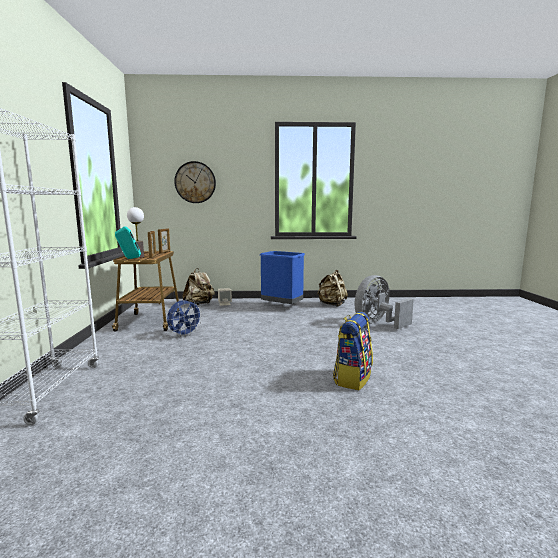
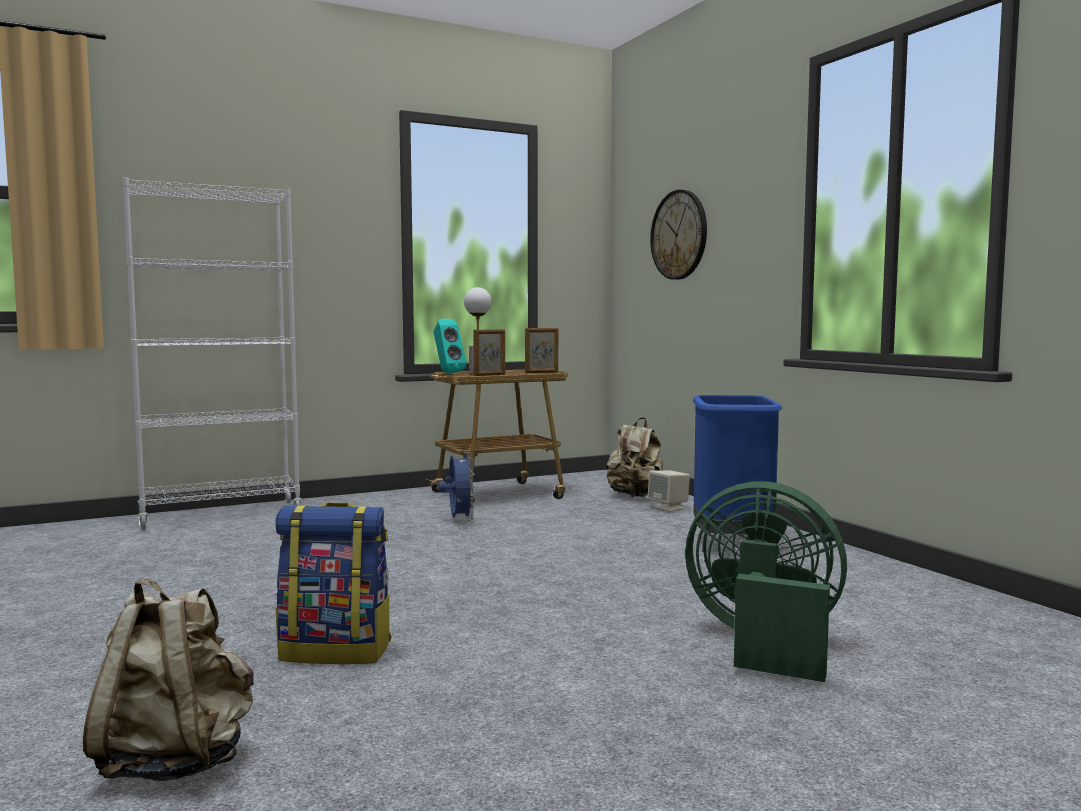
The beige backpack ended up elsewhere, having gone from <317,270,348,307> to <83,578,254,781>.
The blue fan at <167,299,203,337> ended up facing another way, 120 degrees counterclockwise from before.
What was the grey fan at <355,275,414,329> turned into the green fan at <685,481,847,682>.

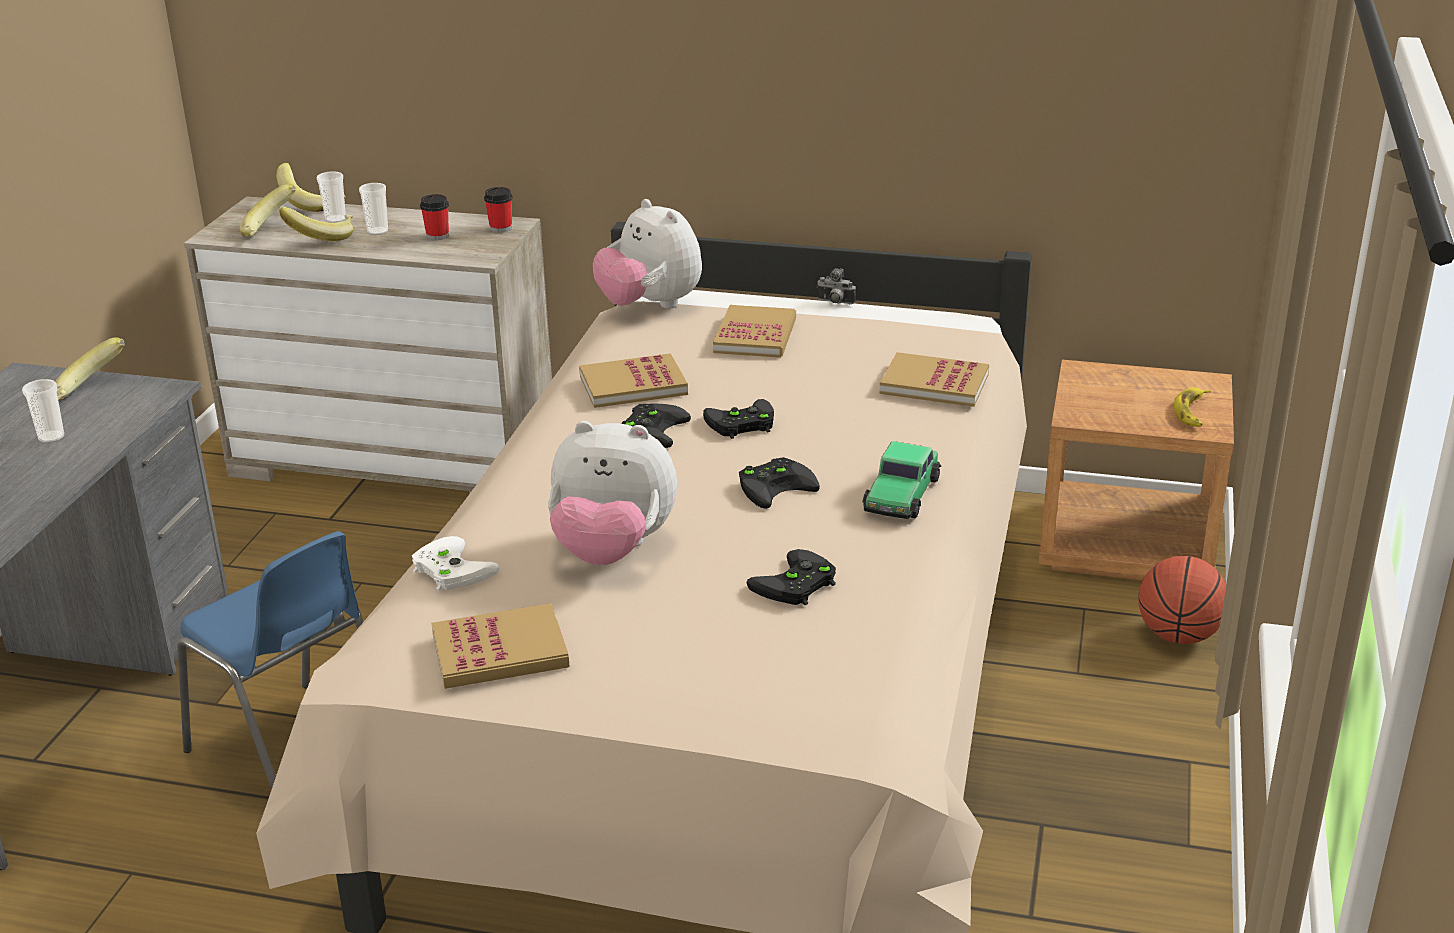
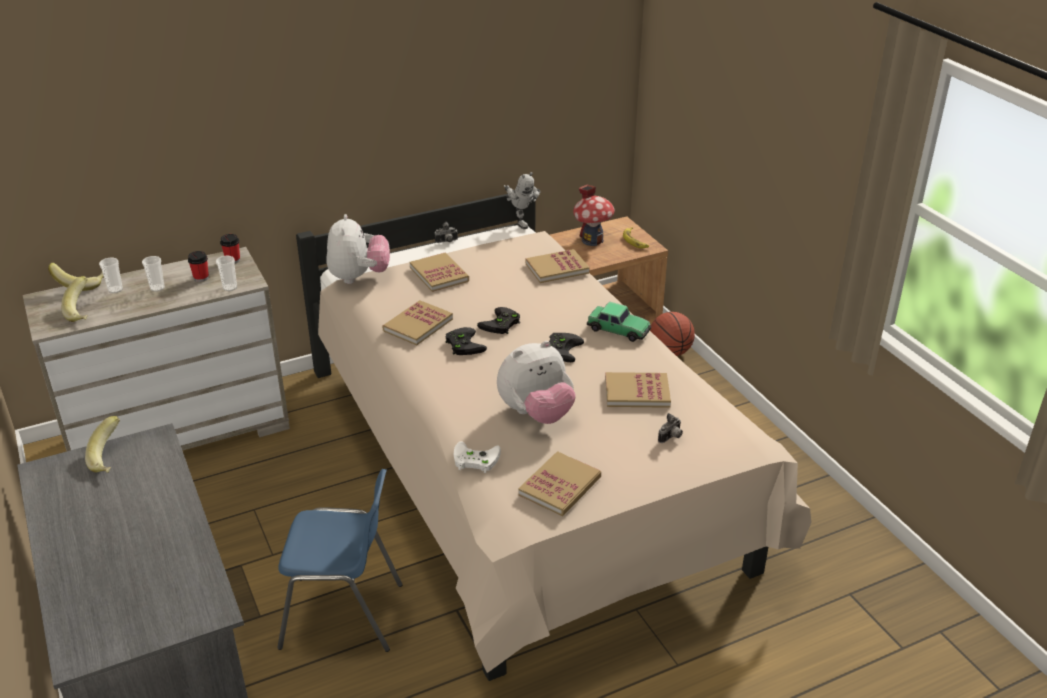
The cup ended up elsewhere, having gone from <22,379,64,443> to <216,256,237,291>.
The plush toy at <593,199,702,309> ended up facing another way, 105 degrees counterclockwise from before.
The second view gained the toy robot at <504,172,540,229>.
The second view gained the toy house at <573,184,615,246>.
The toy car at <862,441,941,519> ended up facing another way, 45 degrees counterclockwise from before.
Where the black game controller stood at <746,549,836,605>, the book came to stand at <605,372,671,408>.
The second view gained the photo camera at <658,413,683,443>.
The second view lost the banana at <279,207,353,241>.

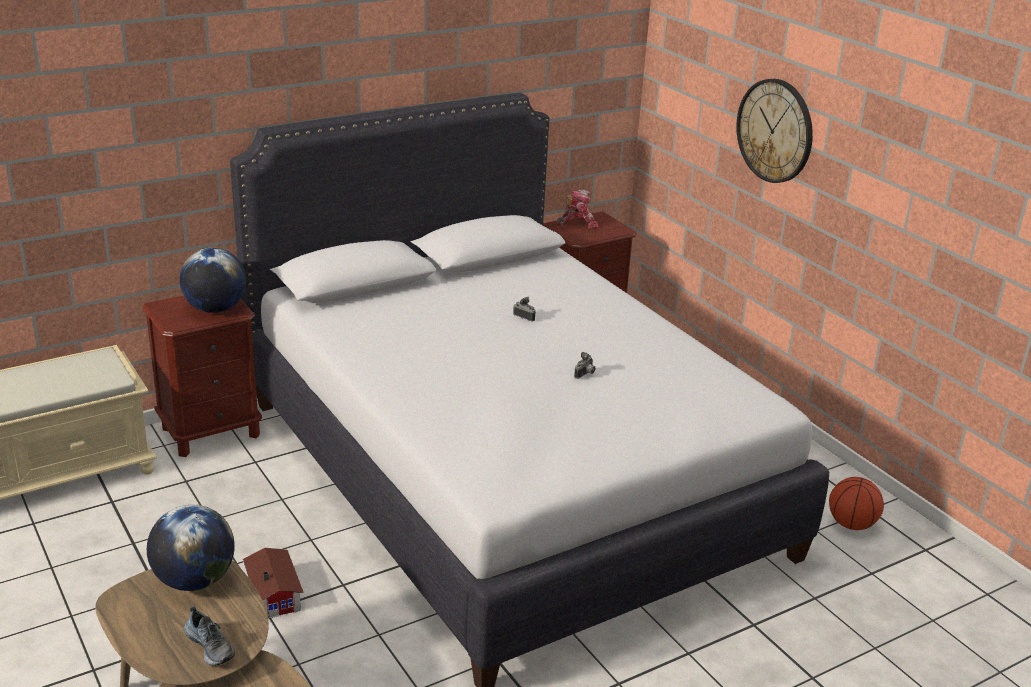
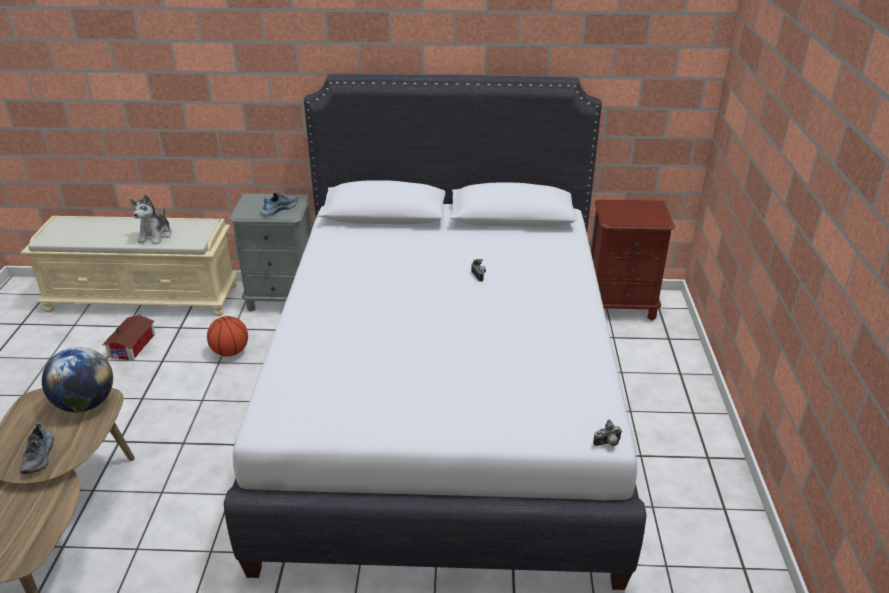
The toy house ended up elsewhere, having gone from <243,548,303,618> to <102,315,155,361>.
The second view gained the plush toy at <130,195,172,245>.
The basketball ended up elsewhere, having gone from <829,477,884,530> to <207,316,248,357>.
What was the brown nightstand at <142,296,262,457> turned into the grey nightstand at <229,194,312,312>.
Where the globe stood at <179,248,246,313>, the shoe came to stand at <260,193,298,216>.
The photo camera ended up elsewhere, having gone from <574,352,595,379> to <593,420,622,446>.
The second view lost the toy robot at <557,189,599,228>.
The second view lost the wall clock at <736,79,813,183>.

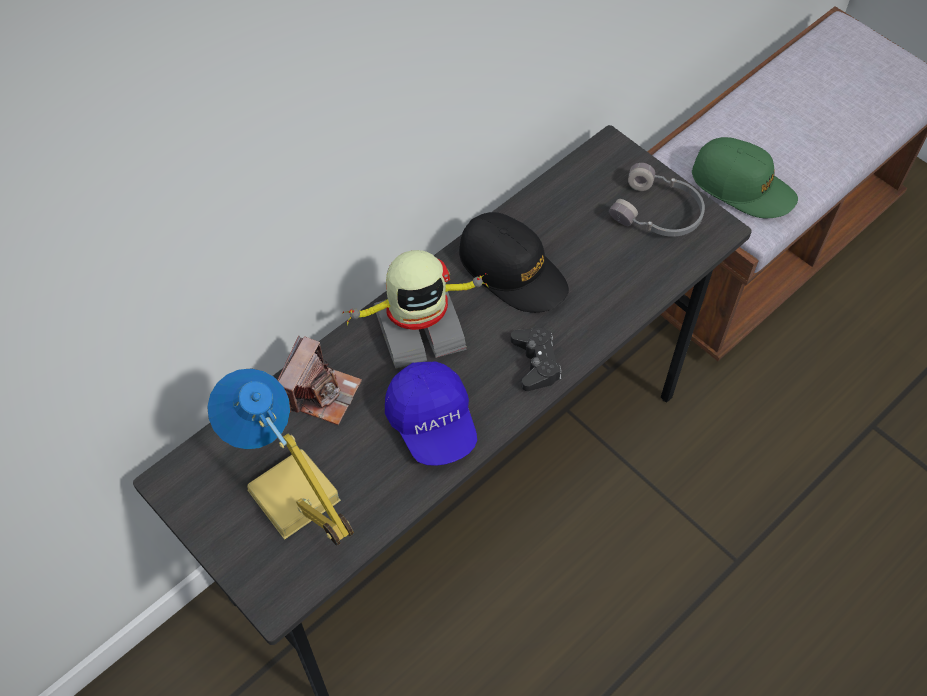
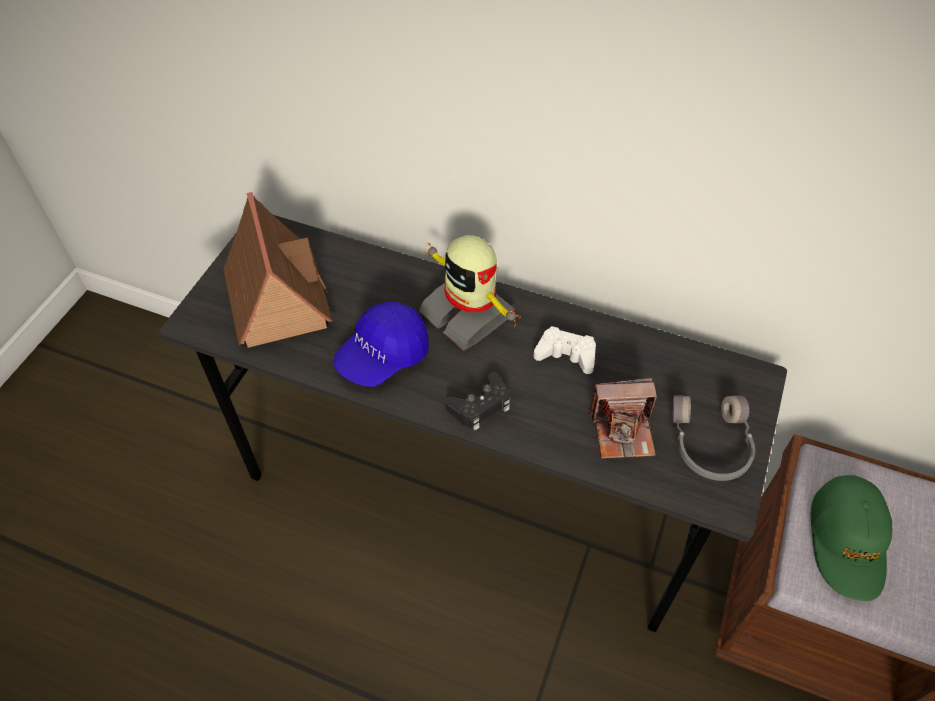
Where the table lamp stood at <207,368,354,546>, the toy house came to stand at <223,192,333,348>.
Where the black cap stood at <459,212,569,313>, the white game controller came to stand at <533,326,596,374>.
The photo camera ended up elsewhere, having gone from <278,336,362,425> to <588,378,657,458>.

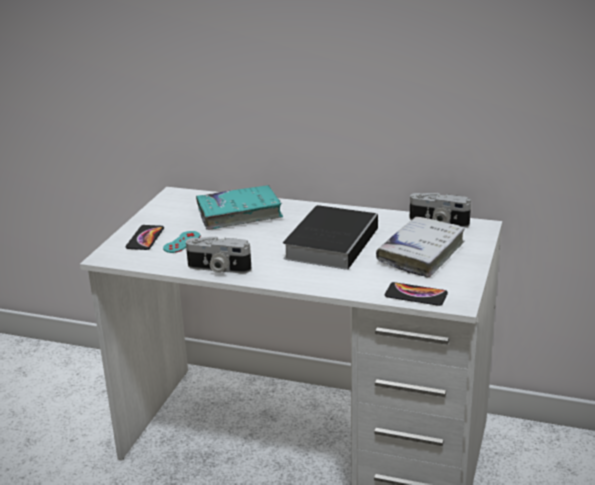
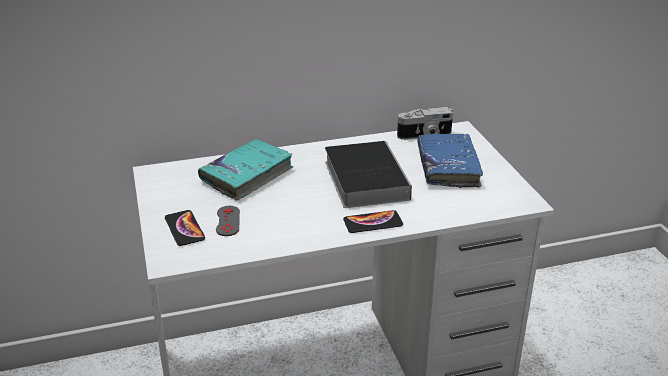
What was the turquoise game controller at <163,231,201,253> turned into the grey game controller at <216,206,240,236>.
The phone ended up elsewhere, having gone from <385,282,448,306> to <343,210,403,233>.
What was the white book at <376,217,465,278> turned into the blue book at <418,134,483,188>.
The second view lost the photo camera at <186,236,252,273>.

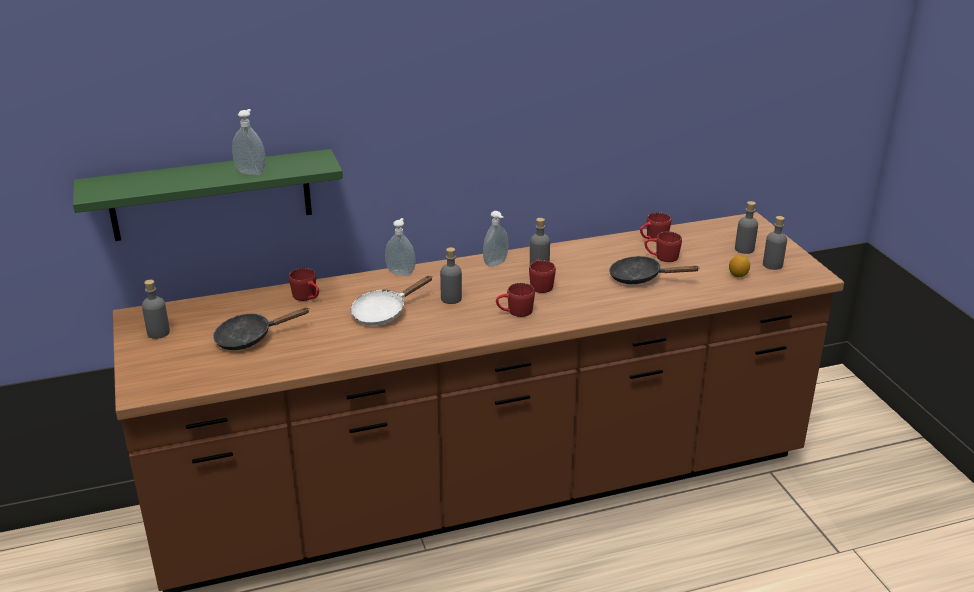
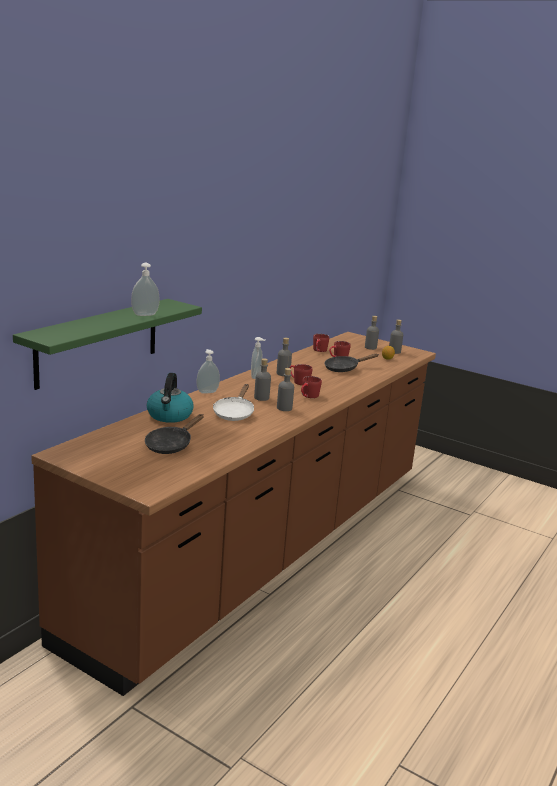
Where the red mug stood at <289,268,319,301>, the kettle came to stand at <147,373,193,423>.
The grey bottle ended up elsewhere, having gone from <142,280,170,339> to <277,368,294,411>.

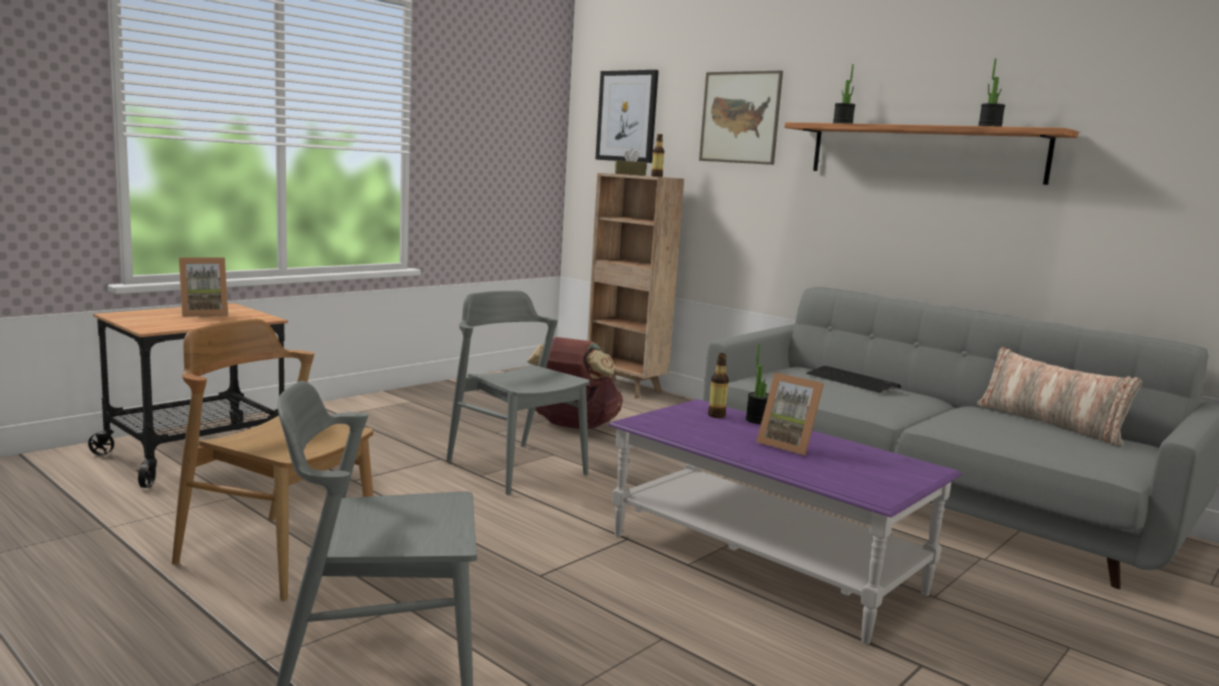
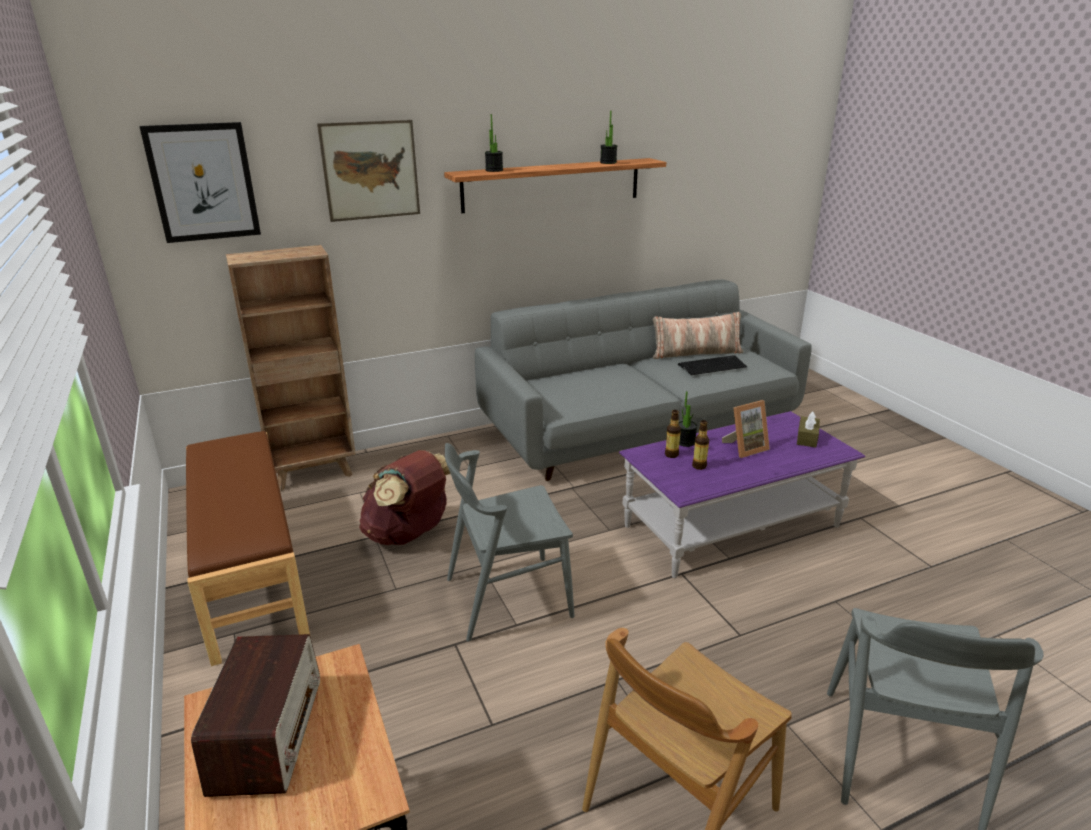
The second view gained the brown bench at <186,431,310,666>.
Where the picture frame stood at <179,257,228,317>, the radio came to stand at <191,634,320,797>.
The keyboard ended up elsewhere, having gone from <806,366,901,393> to <678,355,747,375>.
The bottle ended up elsewhere, having gone from <651,134,664,177> to <692,420,709,470>.
The brown tissue box ended up elsewhere, having gone from <615,148,647,176> to <797,411,820,447>.

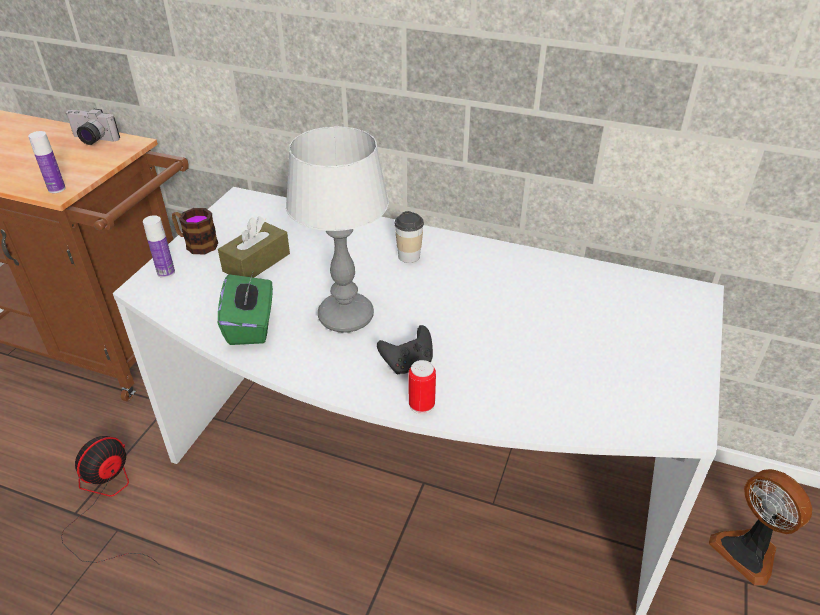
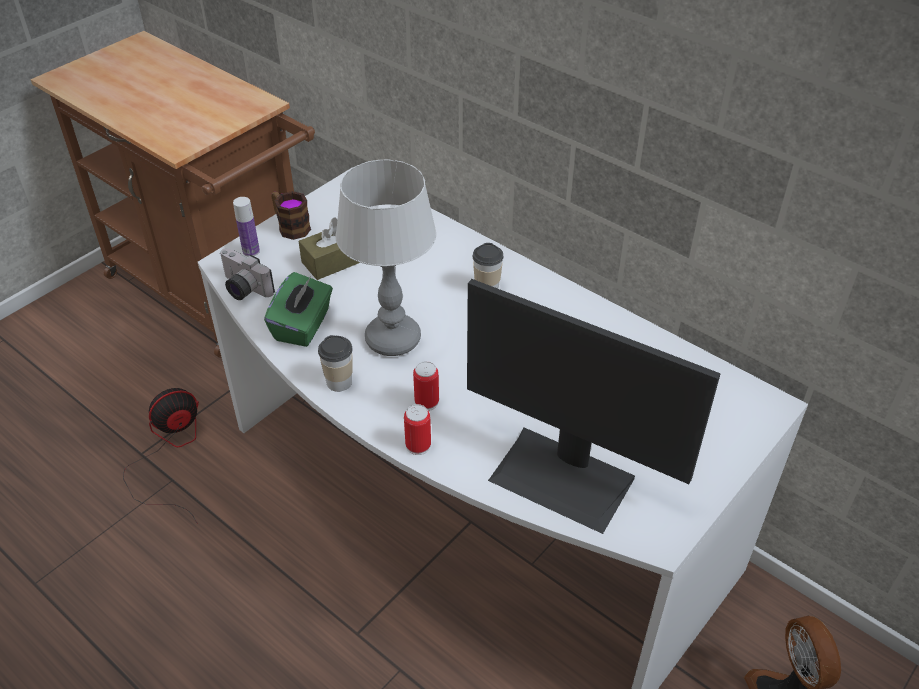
The photo camera ended up elsewhere, having gone from <66,109,120,145> to <220,248,275,300>.
The second view gained the cup at <318,335,353,392>.
Where the black game controller stood at <377,325,433,375>, the can came to stand at <413,361,439,411>.
The second view gained the monitor at <467,279,721,534>.
The second view lost the bottle at <28,131,66,193>.

